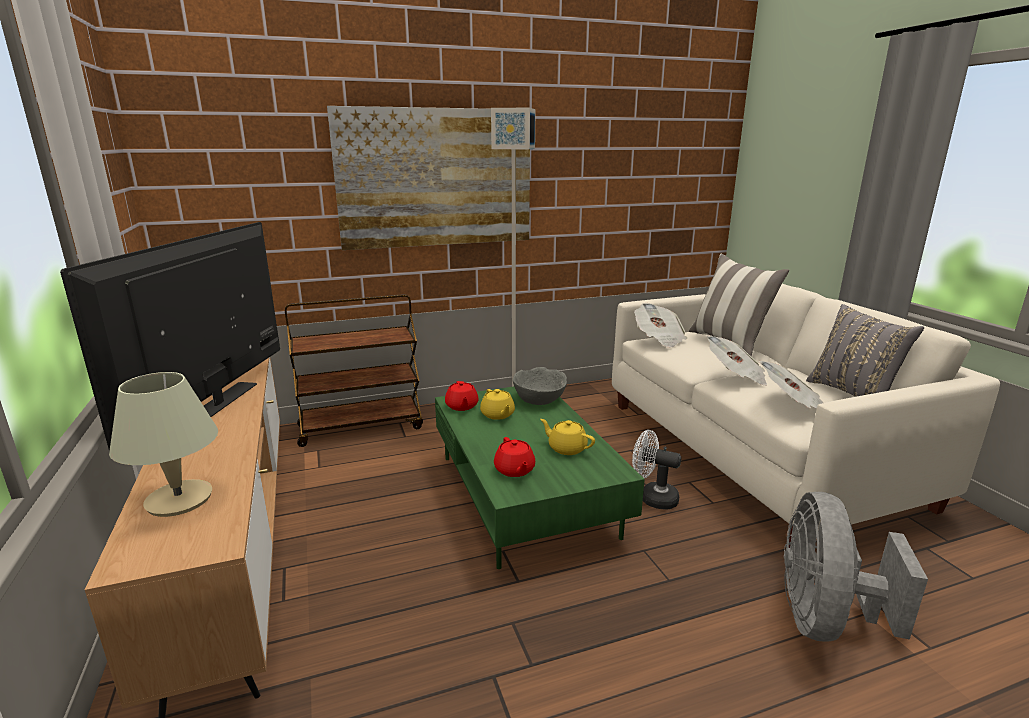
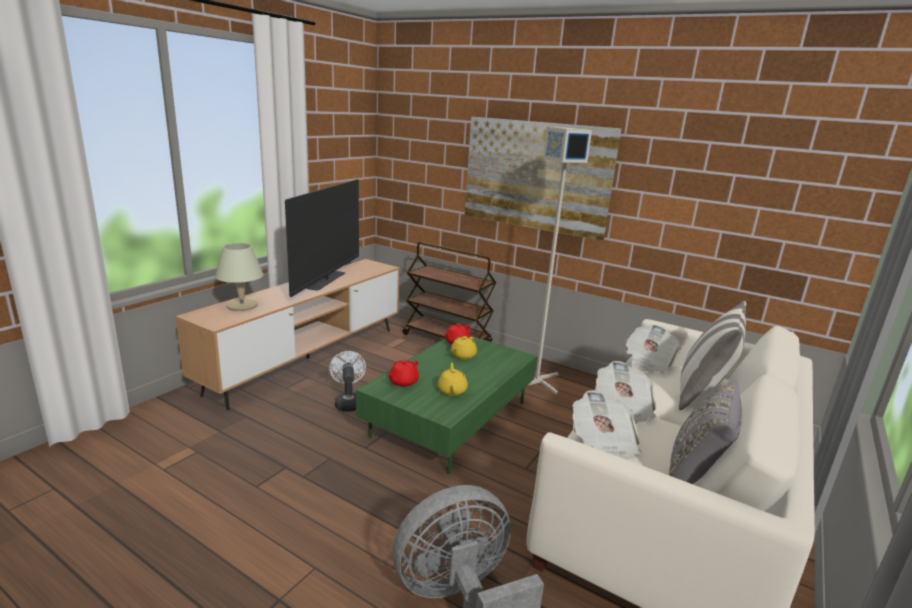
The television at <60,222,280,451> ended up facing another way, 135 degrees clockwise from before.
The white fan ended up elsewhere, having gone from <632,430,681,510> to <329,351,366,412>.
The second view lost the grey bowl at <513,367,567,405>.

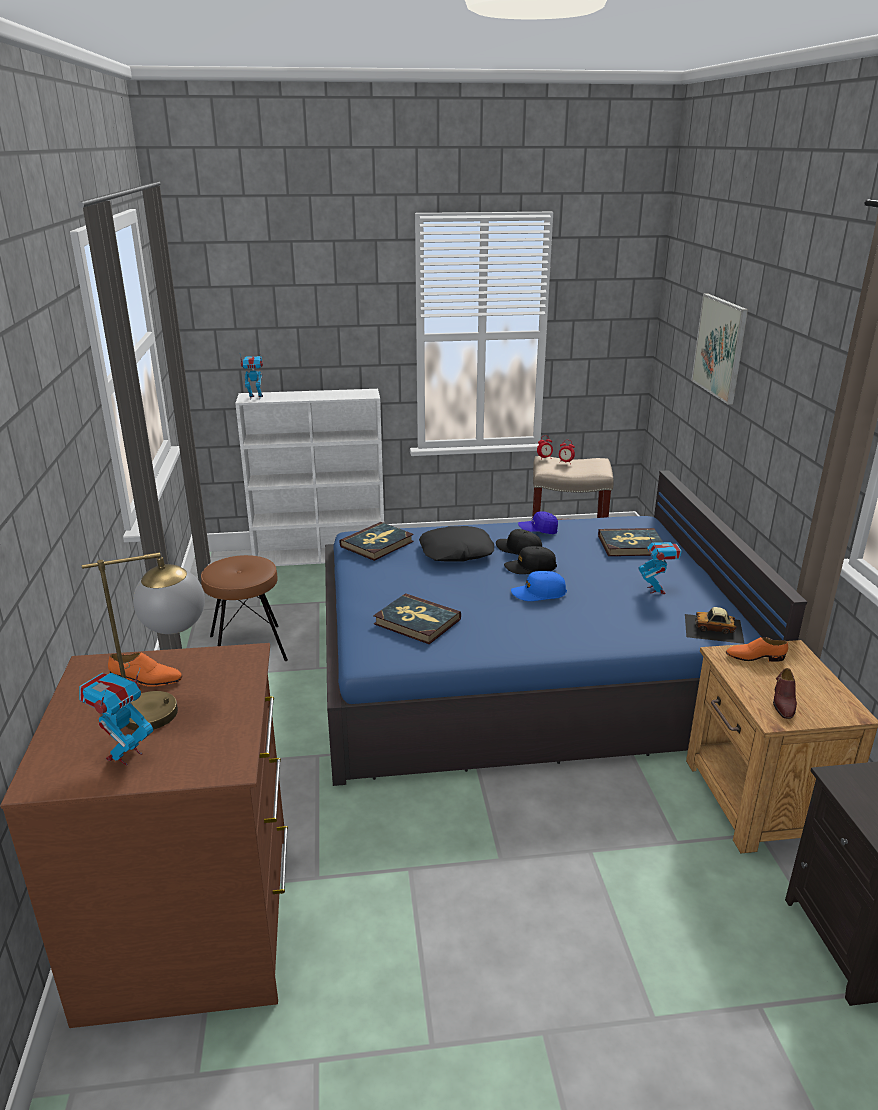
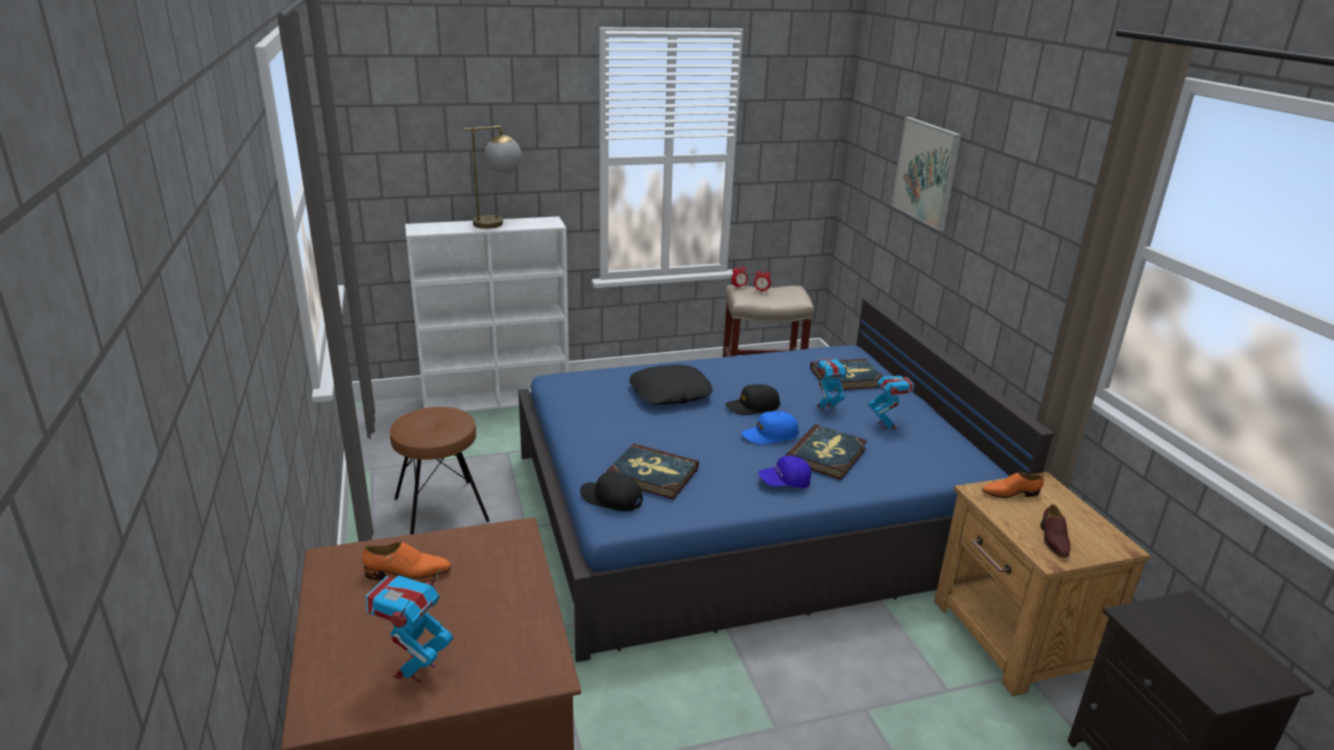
The table lamp ended up elsewhere, having gone from <82,552,205,731> to <463,126,521,229>.
The black cap ended up elsewhere, having gone from <496,529,542,555> to <580,472,643,512>.
The blue cap ended up elsewhere, having gone from <518,511,558,534> to <758,455,811,488>.
The book ended up elsewhere, having gone from <339,522,414,561> to <786,424,867,480>.
The toy robot ended up elsewhere, having gone from <240,352,263,400> to <815,358,850,413>.
The second view lost the toy car at <685,607,745,644>.

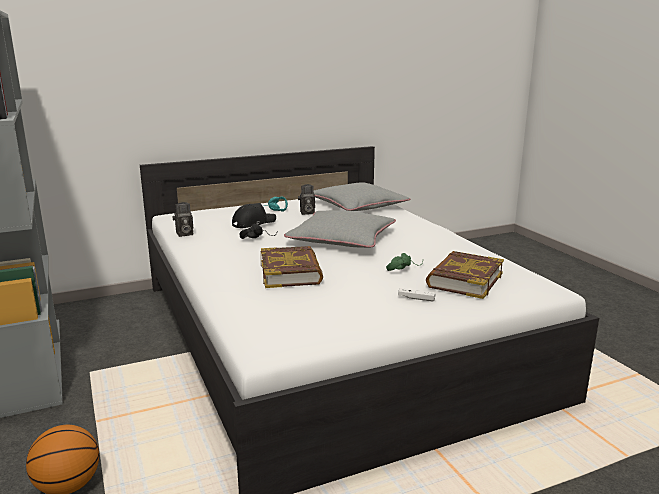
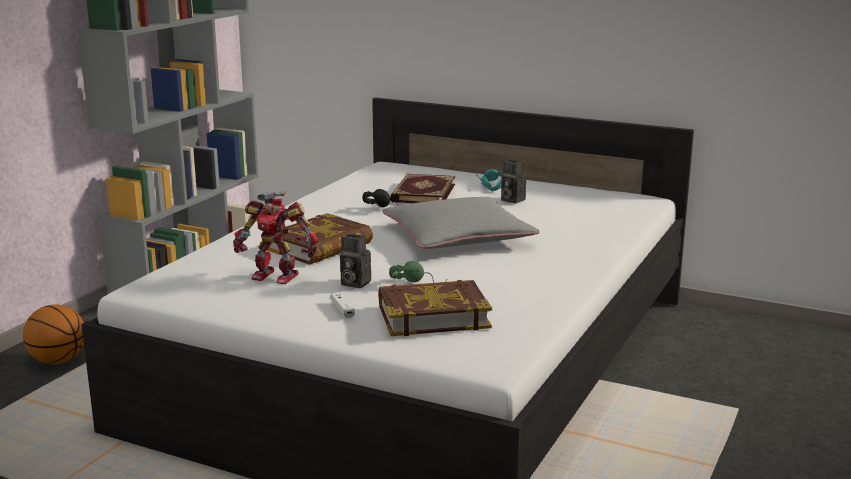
The second view gained the toy robot at <233,191,318,284>.
The photo camera ended up elsewhere, having gone from <172,202,193,237> to <340,234,371,288>.
Where the black cap stood at <232,203,276,228>, the book came to stand at <390,173,455,203>.
The second view lost the grey pillow at <314,182,410,211>.

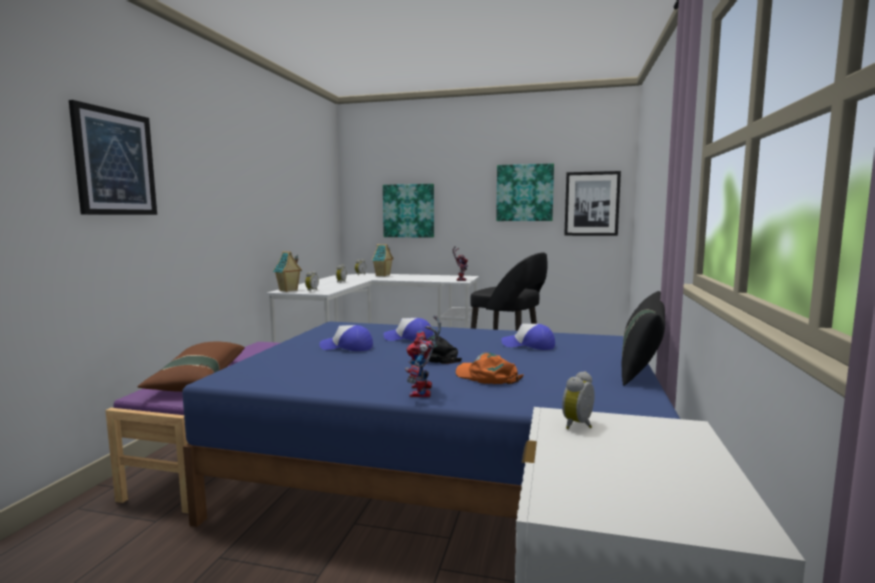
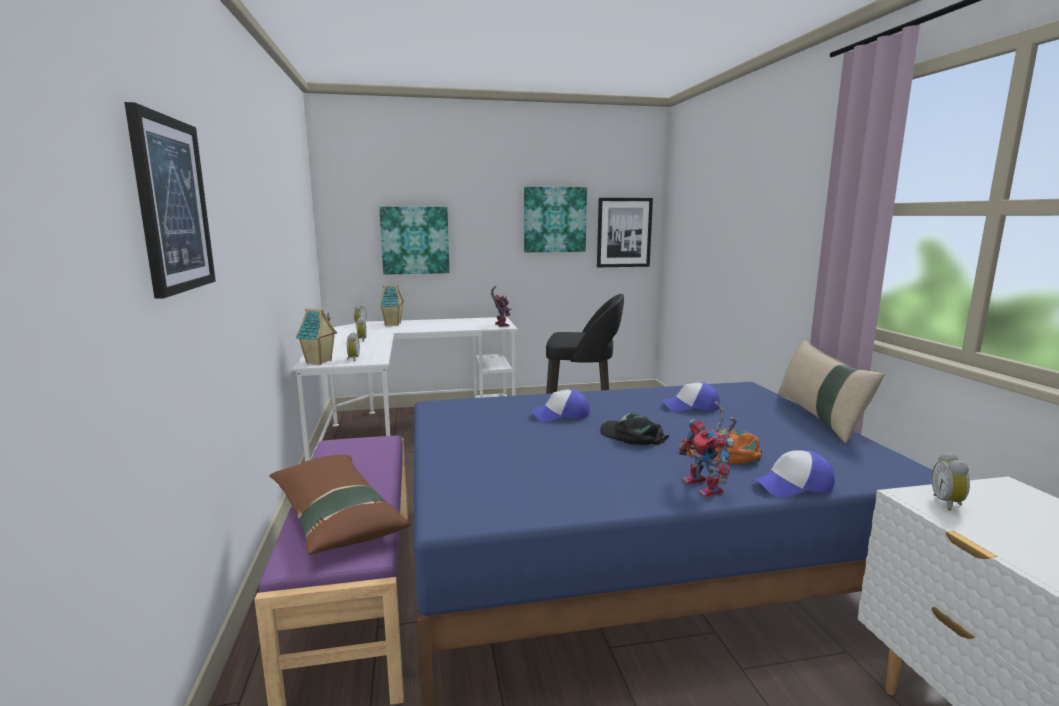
The cap ended up elsewhere, having gone from <320,325,373,351> to <752,450,835,497>.
What was the black pillow at <622,291,665,386> turned into the beige pillow at <778,339,885,443>.

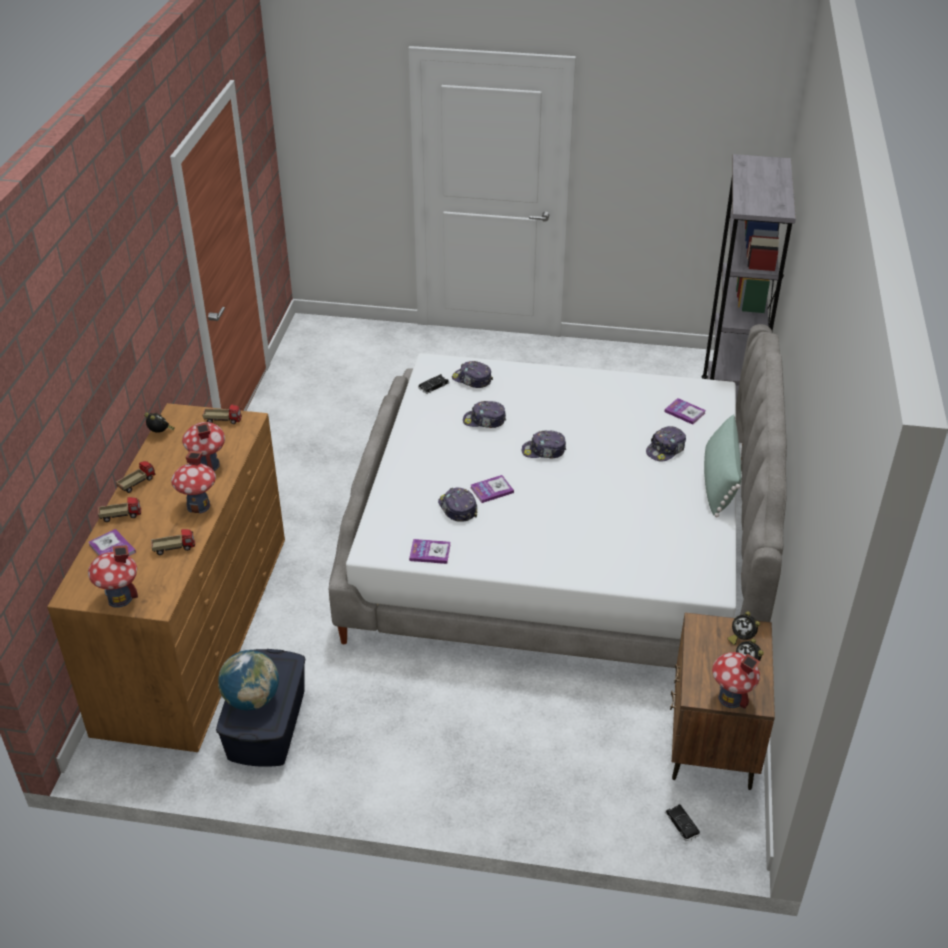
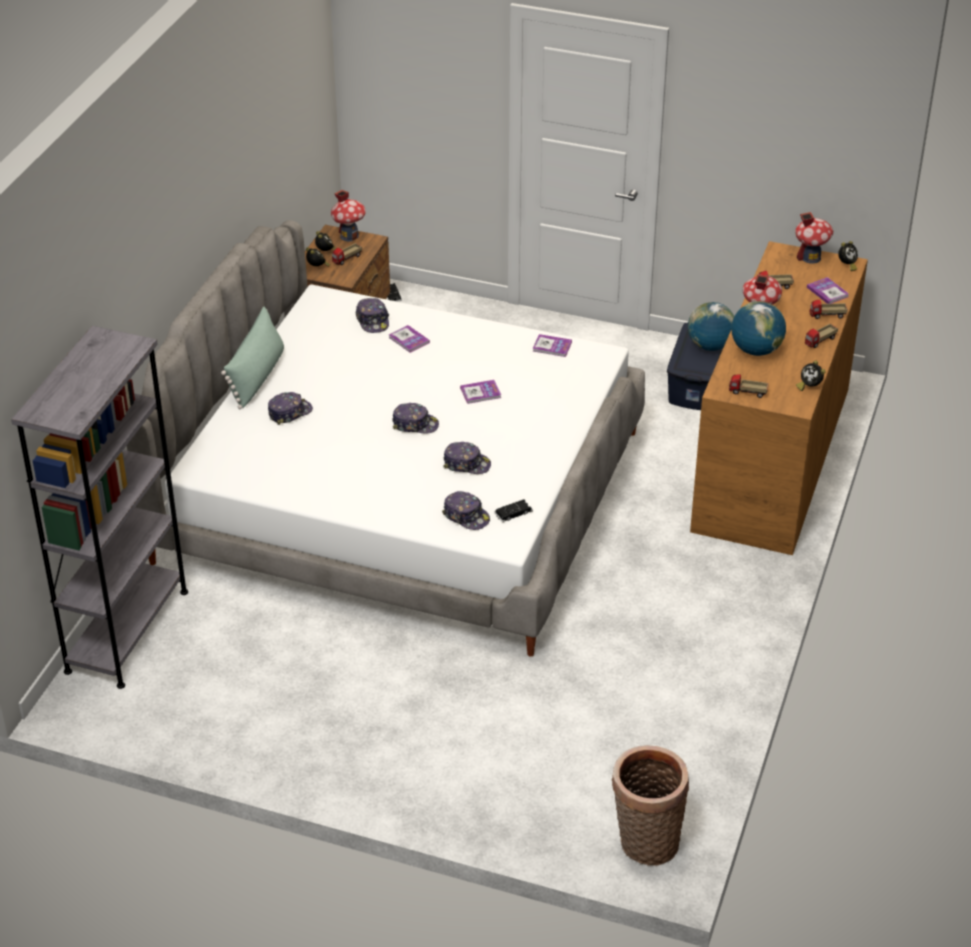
The second view gained the toy truck at <332,243,362,265>.
The cap ended up elsewhere, having gone from <438,488,477,522> to <356,298,389,333>.
The book ended up elsewhere, having gone from <664,398,706,425> to <389,325,430,353>.
The second view gained the basket at <611,745,689,866>.
Where the toy house stood at <182,422,225,471>, the globe came to stand at <731,301,786,356>.
The second view gained the alarm clock at <838,241,858,271>.

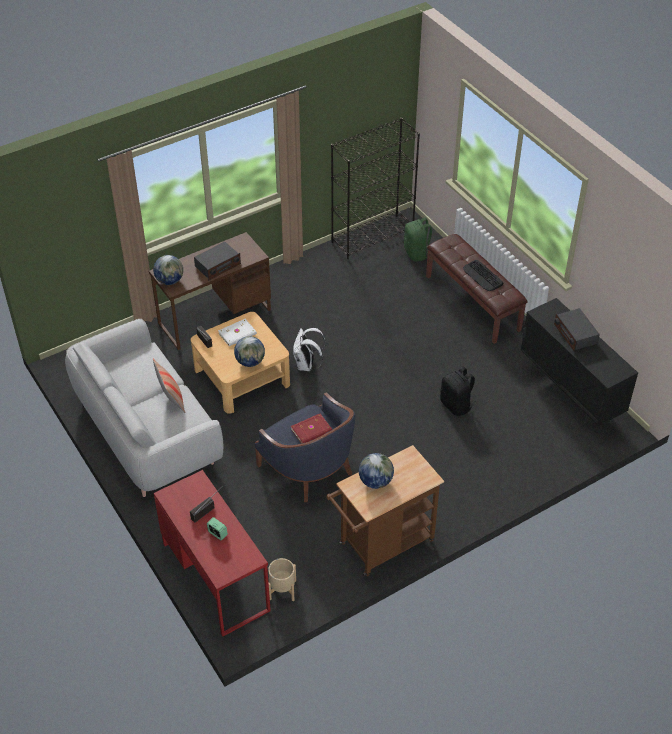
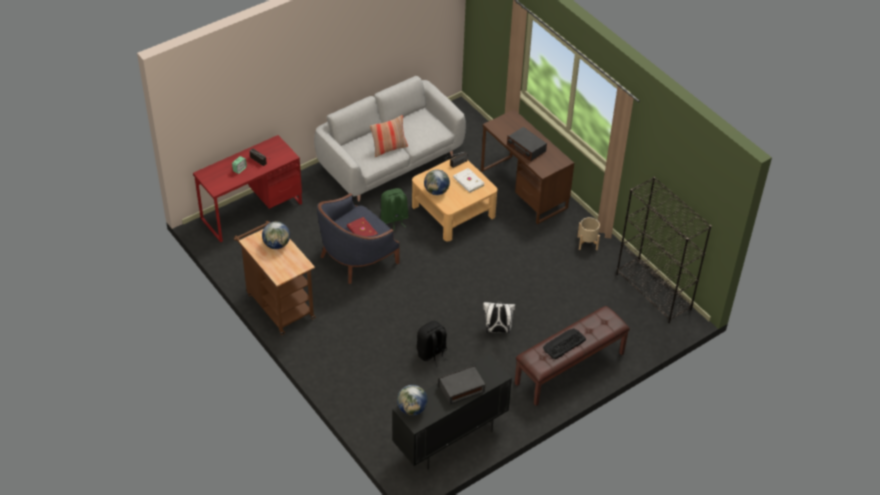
The green backpack ended up elsewhere, having gone from <404,217,432,262> to <381,188,409,230>.
The globe ended up elsewhere, having gone from <153,255,183,285> to <397,385,428,416>.
The white backpack ended up elsewhere, having gone from <293,328,326,371> to <483,302,515,333>.
The beige planter ended up elsewhere, having gone from <268,558,296,601> to <577,217,600,250>.

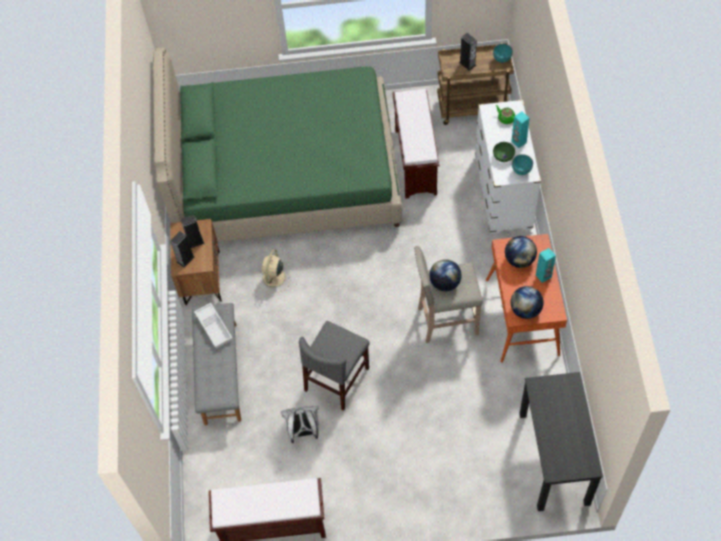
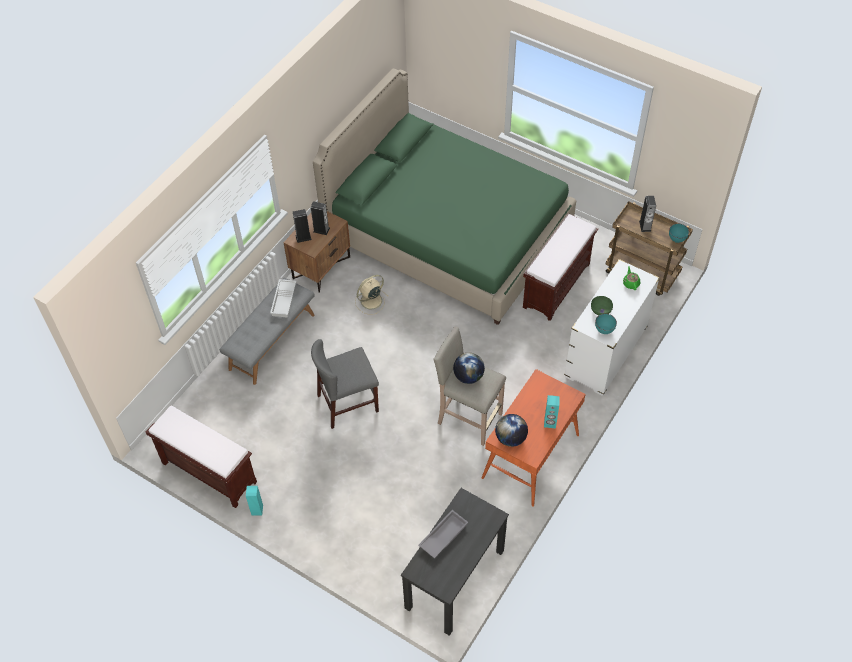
The turquoise speaker ended up elsewhere, having gone from <511,111,529,148> to <246,486,263,516>.
The second view gained the grey tray at <419,510,468,558>.
The second view lost the white backpack at <281,406,319,443>.
The second view lost the globe at <505,236,537,268>.

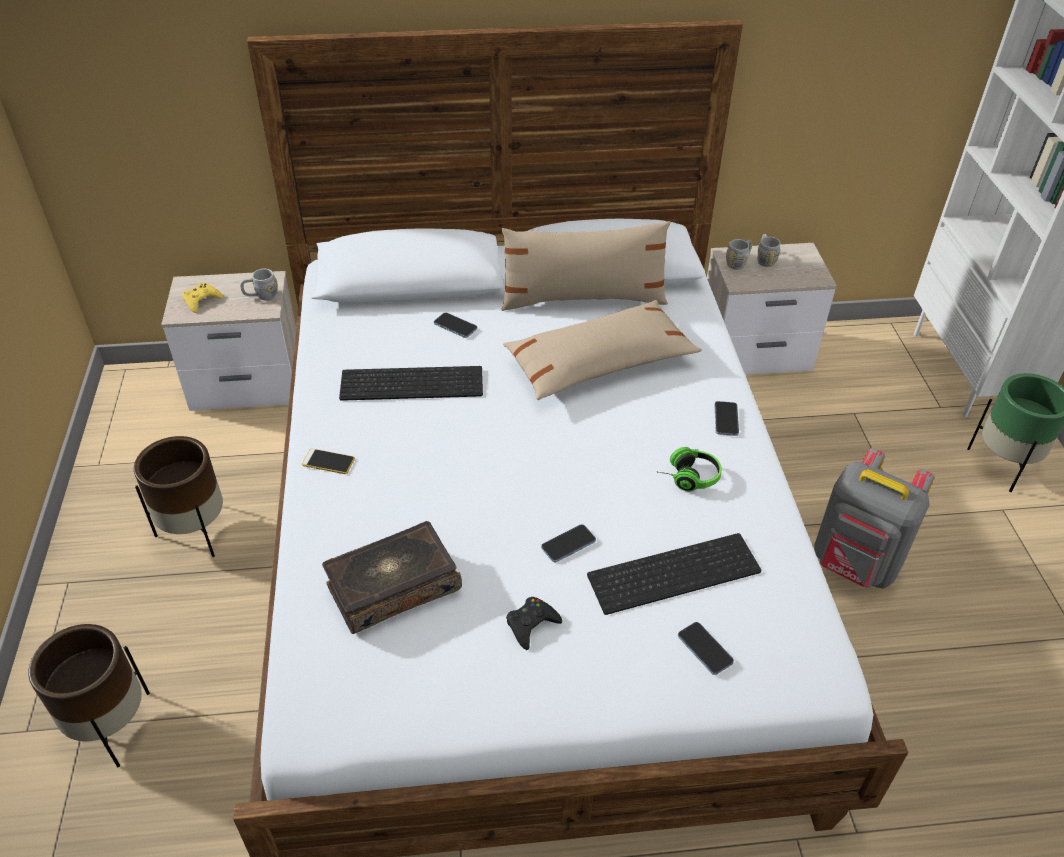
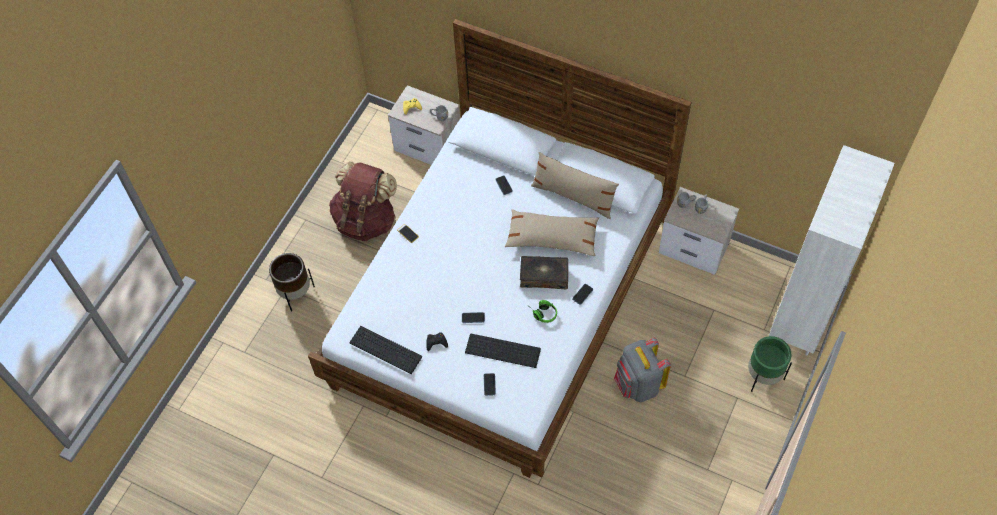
Where the brown planter stood at <134,436,223,557>, the brown backpack came to stand at <329,161,397,241>.
The keyboard ended up elsewhere, having gone from <339,366,483,401> to <349,326,422,374>.
The book ended up elsewhere, having gone from <322,521,462,634> to <520,256,568,289>.

